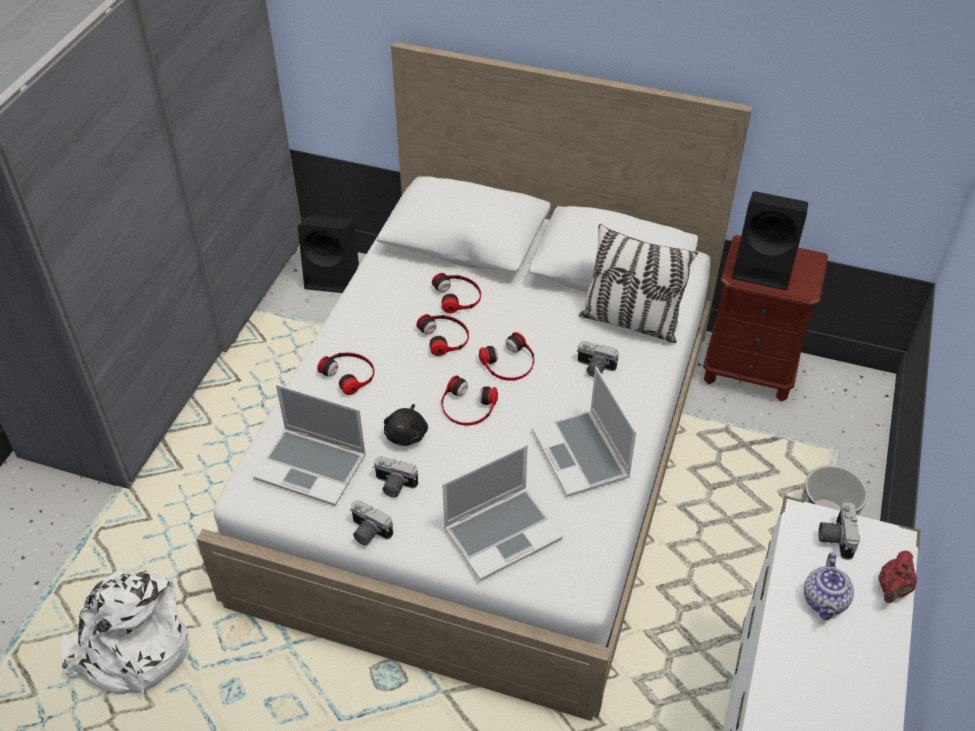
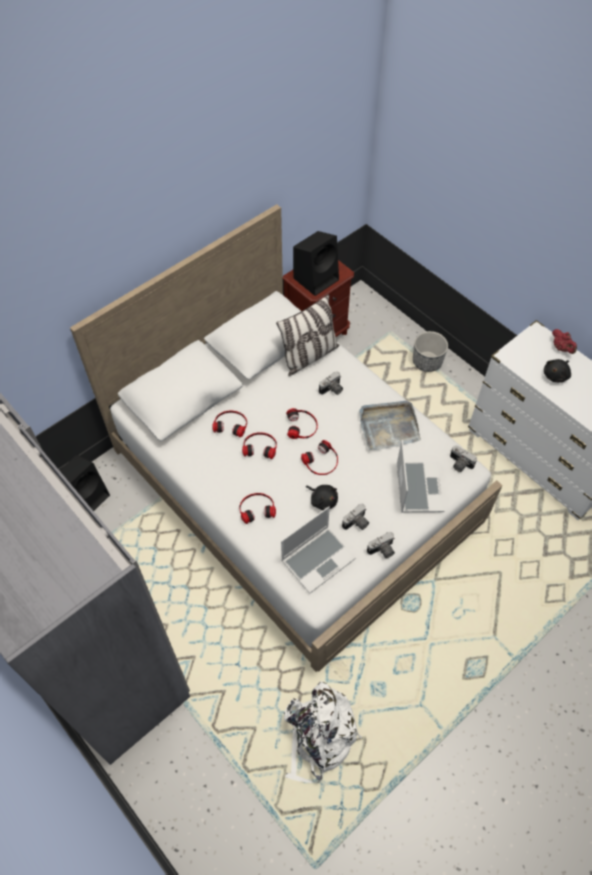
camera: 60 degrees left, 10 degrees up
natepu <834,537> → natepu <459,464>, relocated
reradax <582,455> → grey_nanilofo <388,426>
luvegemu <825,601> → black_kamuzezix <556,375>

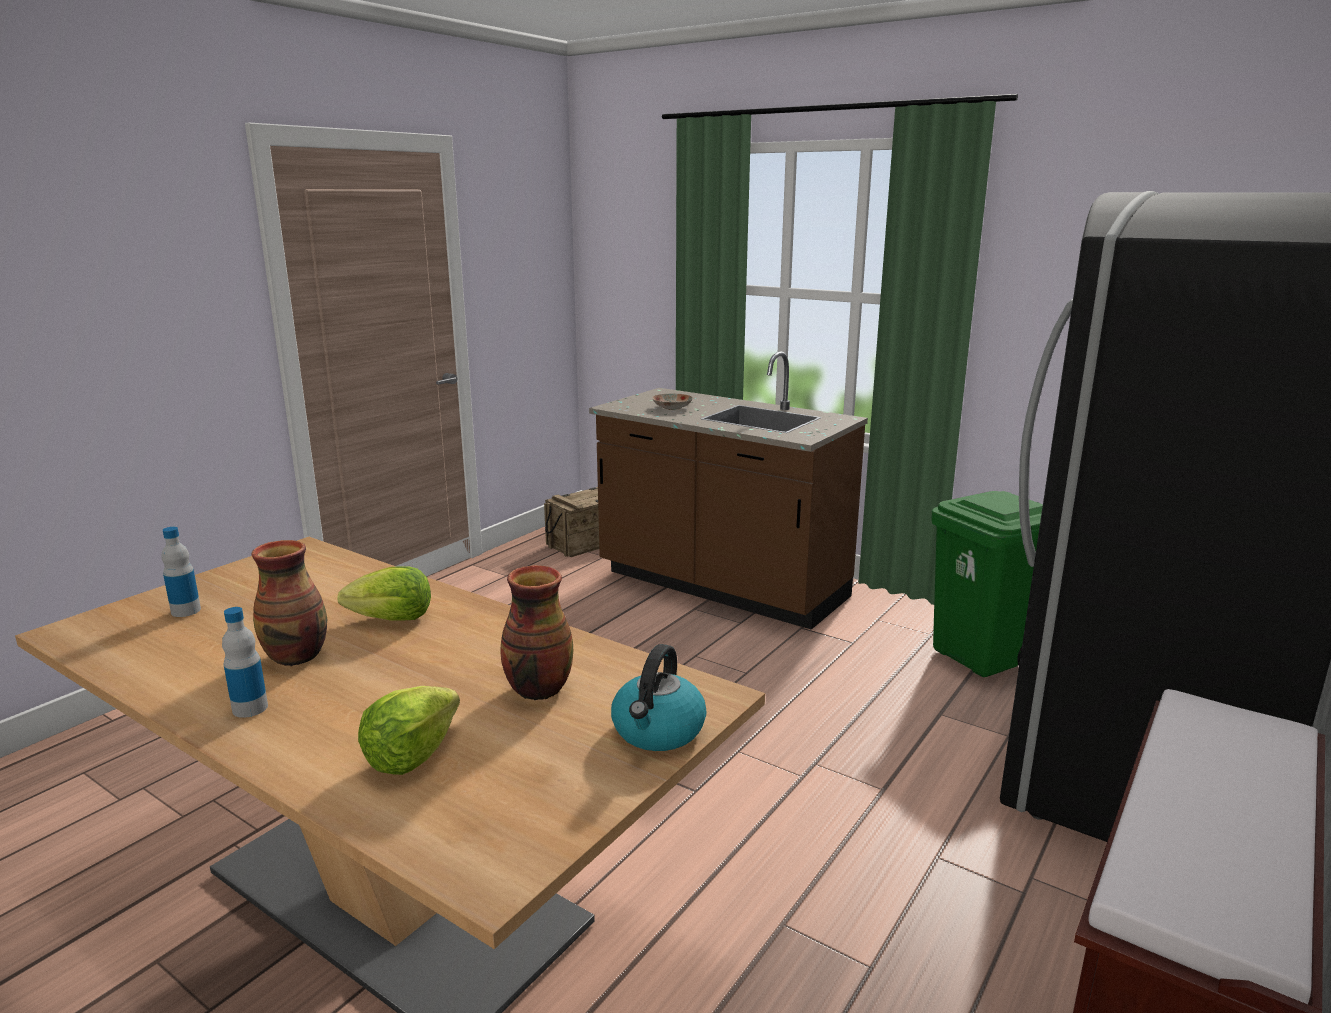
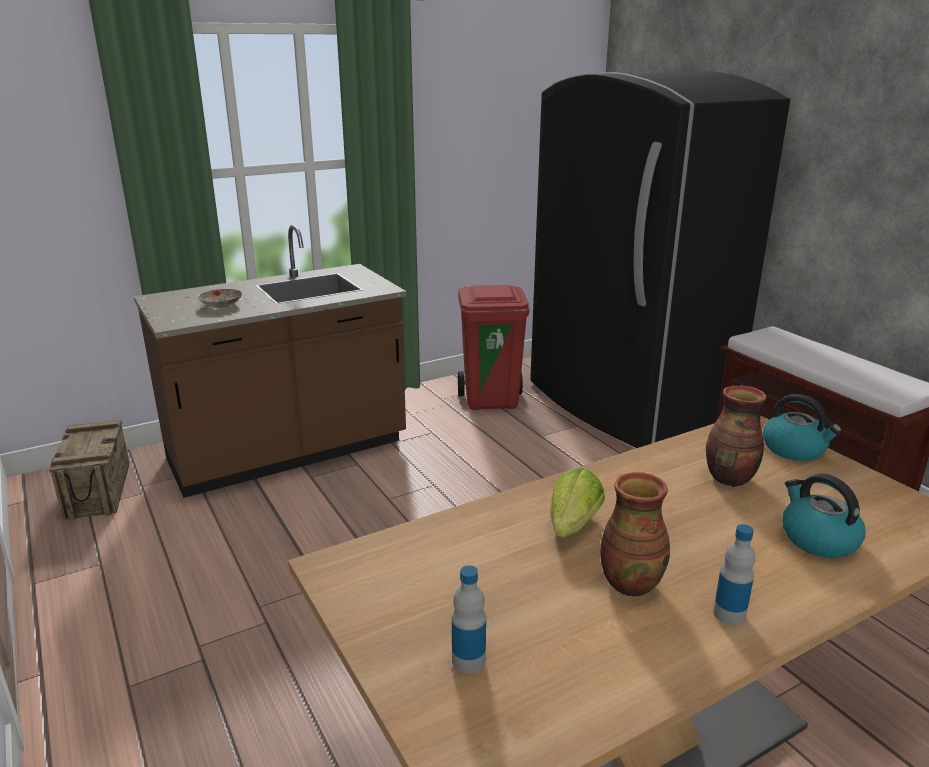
camera: 65 degrees left, 5 degrees up
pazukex <412,755> → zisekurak <817,539>
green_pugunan <982,658> → red_pugunan <491,400>

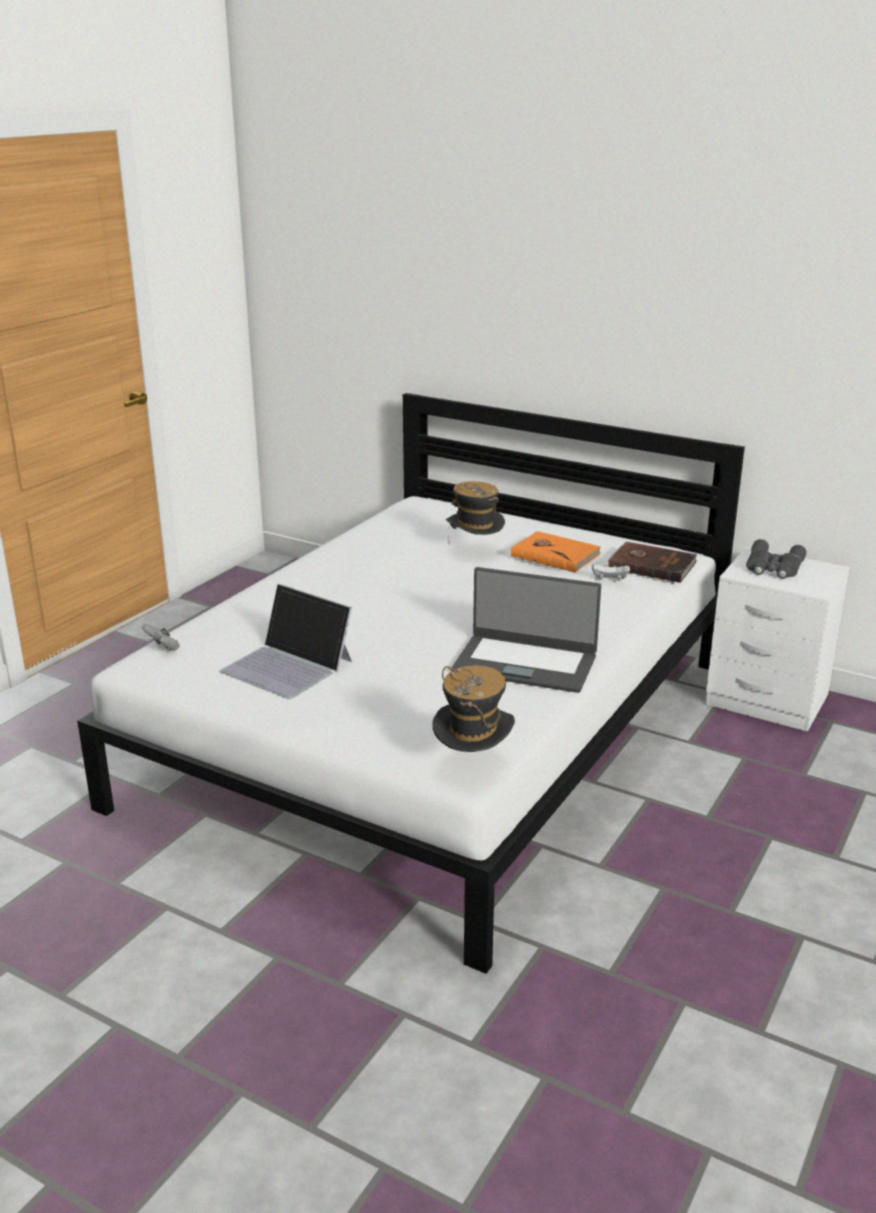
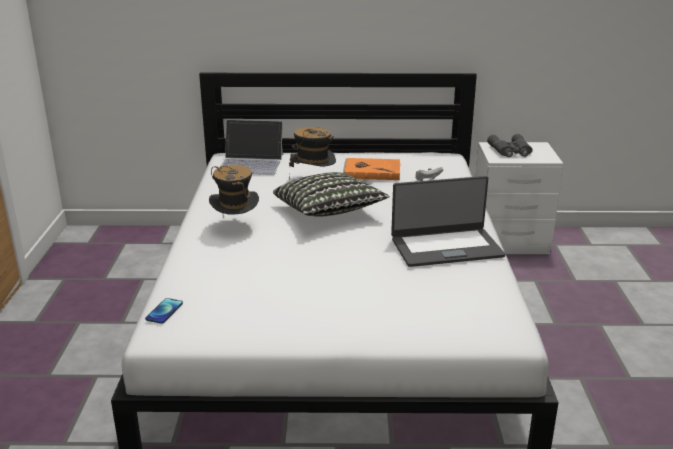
camera: 30 degrees left, 0 degrees up
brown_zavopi <651,565> → -
- → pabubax <328,212>
reradax <288,666> → reradax <251,163>, relocated
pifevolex <473,764> → pifevolex <235,227>, relocated
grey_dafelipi <163,648> → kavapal <164,311>

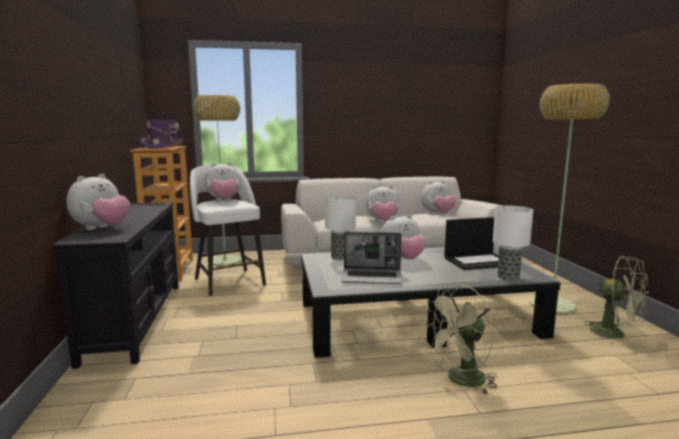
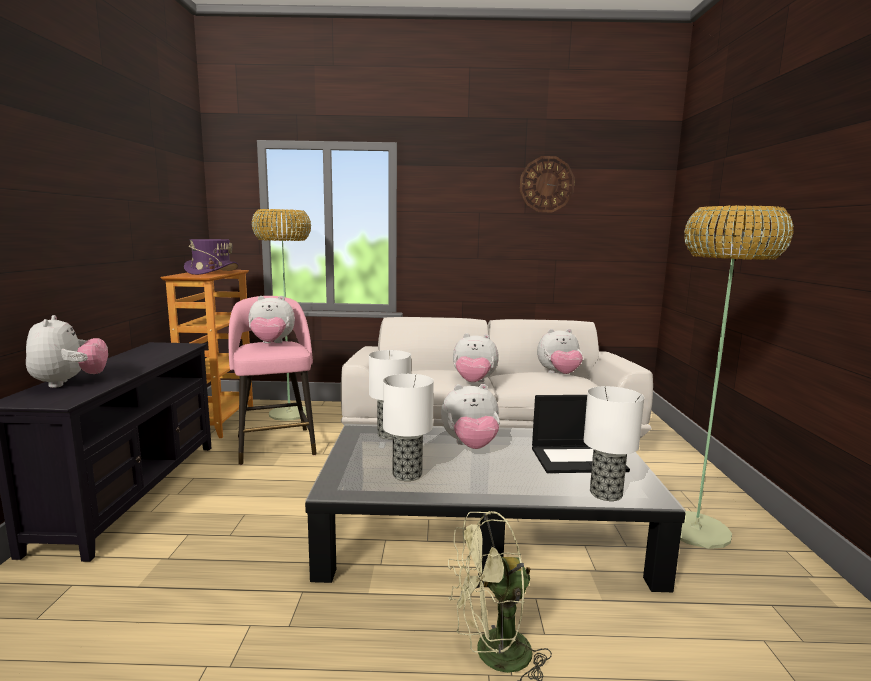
camera: 10 degrees right, 0 degrees up
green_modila <615,334> → -
- → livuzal <546,184>
reradax <372,277> → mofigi <408,474>
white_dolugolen <229,281> → pink_dolugolen <275,444>
kamuzezix <102,228> → kamuzezix <69,383>, 60 degrees counterclockwise

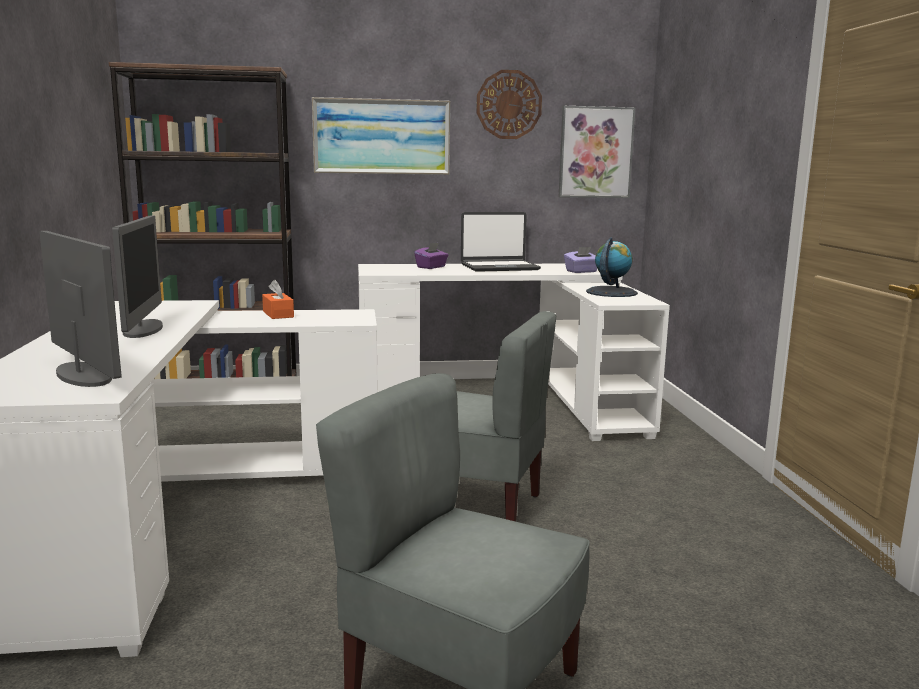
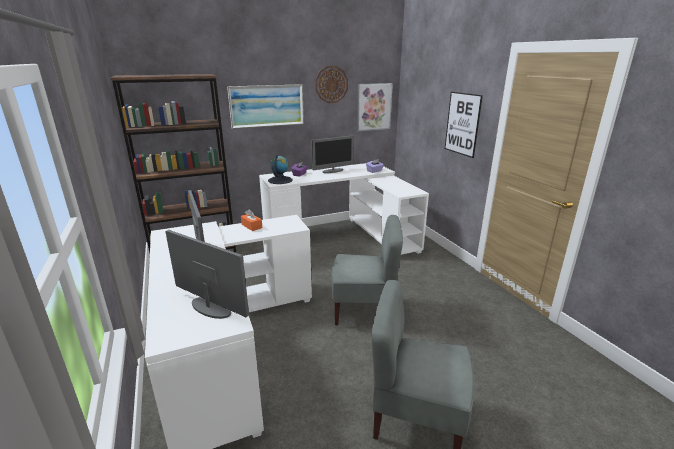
camera: 15 degrees left, 10 degrees up
- → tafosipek <462,124>
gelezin <611,292> → gelezin <280,180>, relocated
reradax <499,267> → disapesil <333,171>

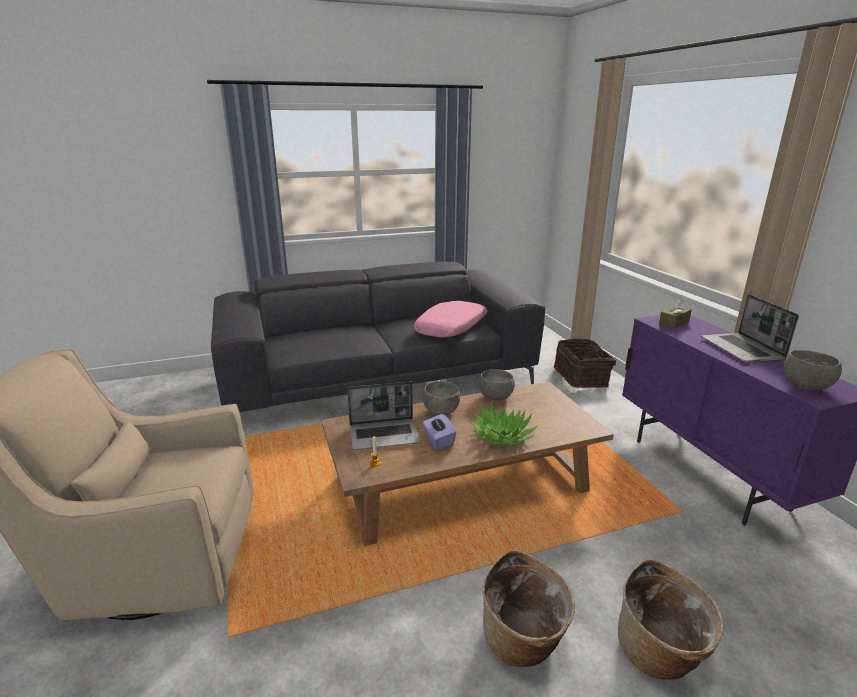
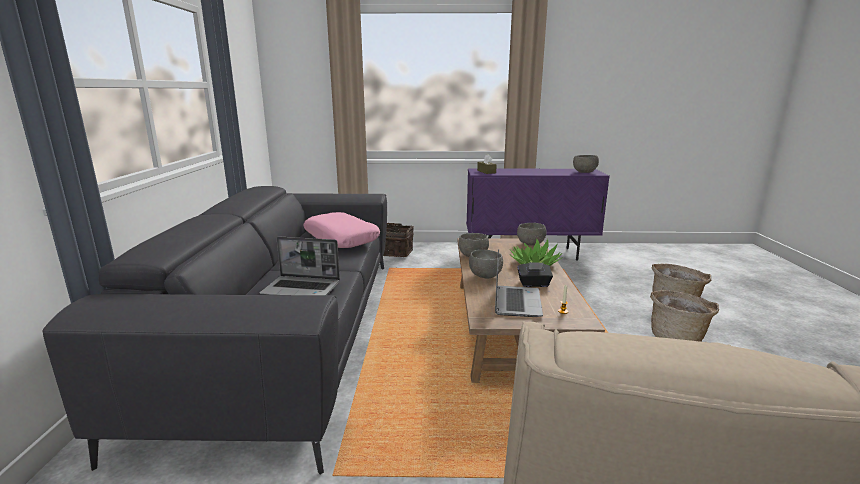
camera: 70 degrees left, 5 degrees down
- → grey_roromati <530,244>
reradax <742,349> → reradax <302,289>, relocated
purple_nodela <438,441> → black_nodela <534,284>

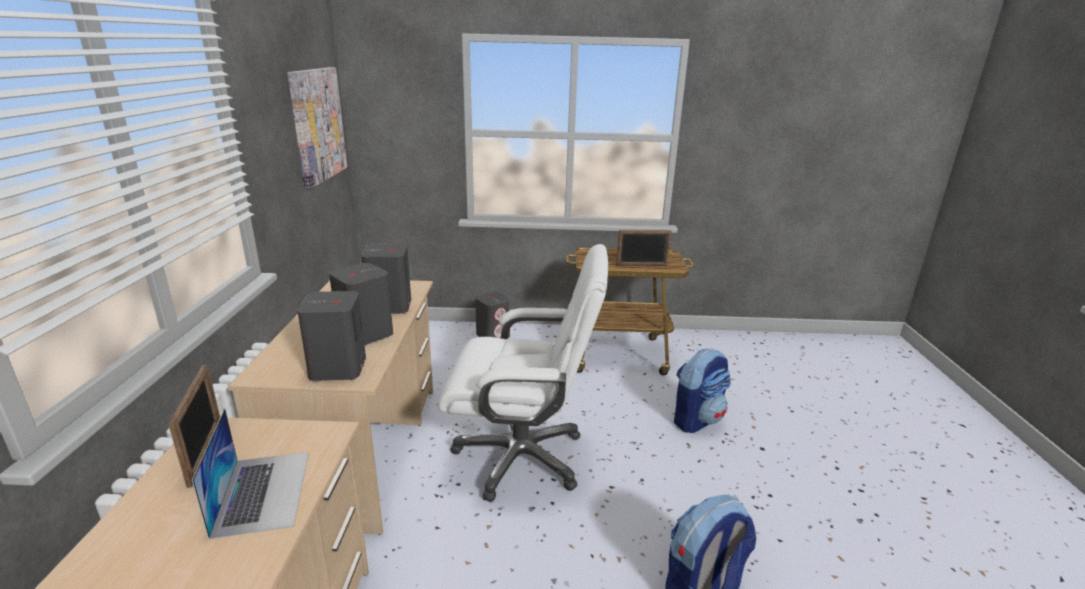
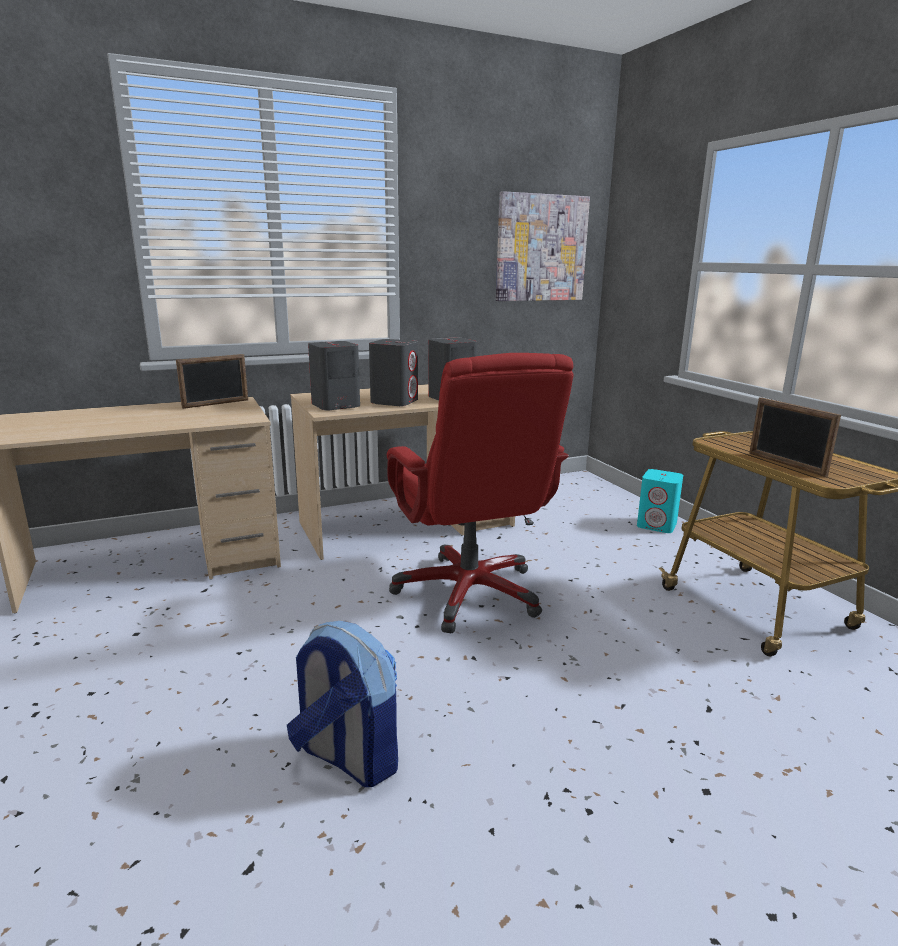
camera: 65 degrees right, 5 degrees down
reradax <262,491> → -
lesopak <696,419> → -
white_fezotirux <522,457> → red_fezotirux <469,593>
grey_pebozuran <493,335> → turquoise_pebozuran <657,525>

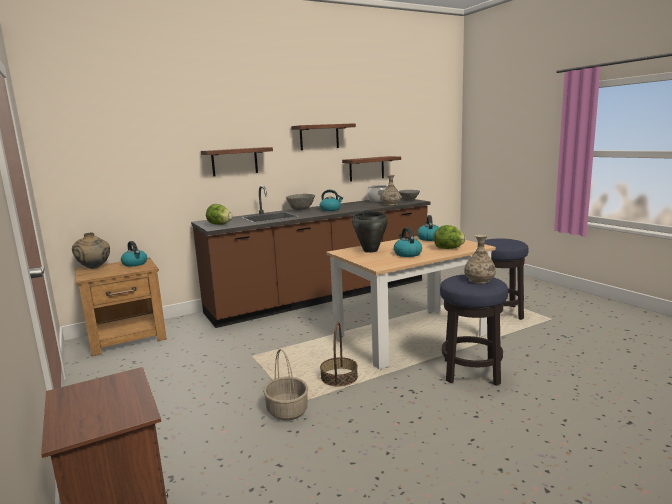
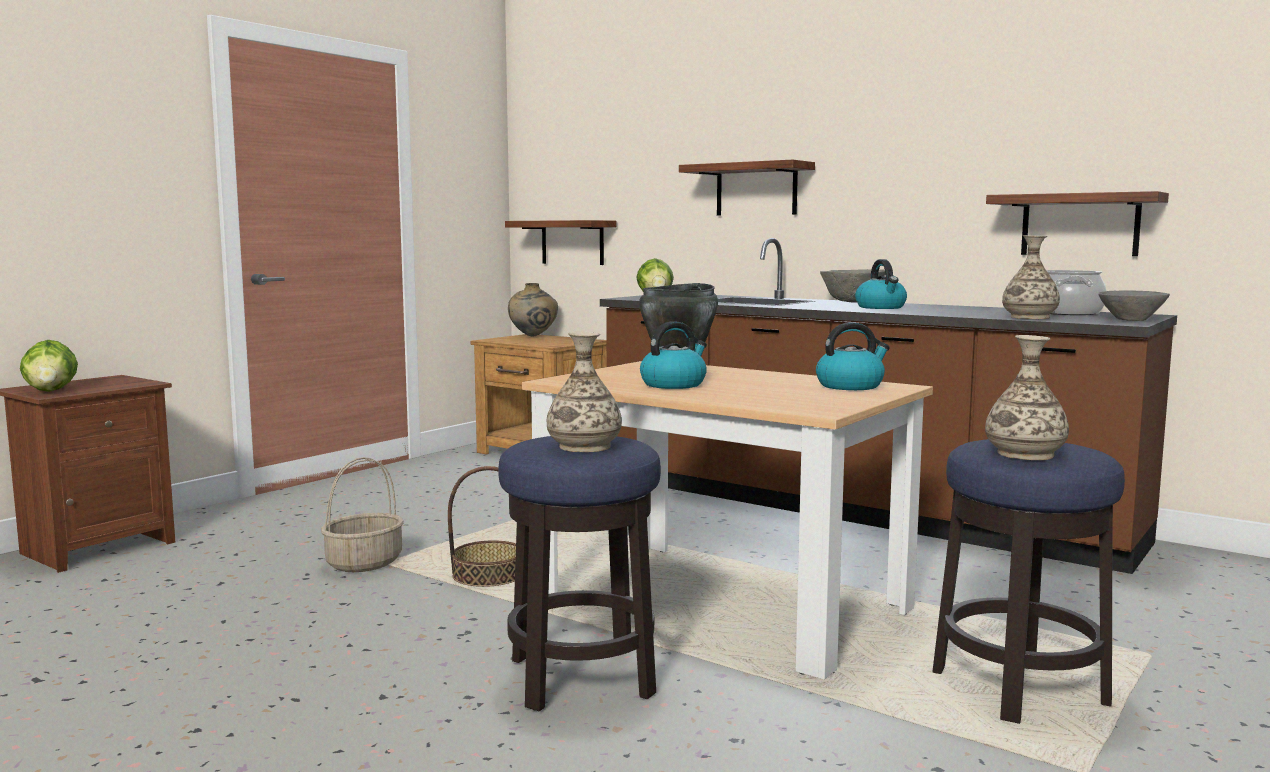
camera: 65 degrees right, 5 degrees down
zisekurak <135,264> → -
- → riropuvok <1025,454>
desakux <319,137> → desakux <572,242>, relocated
pazukex <448,248> → pazukex <51,391>, relocated

